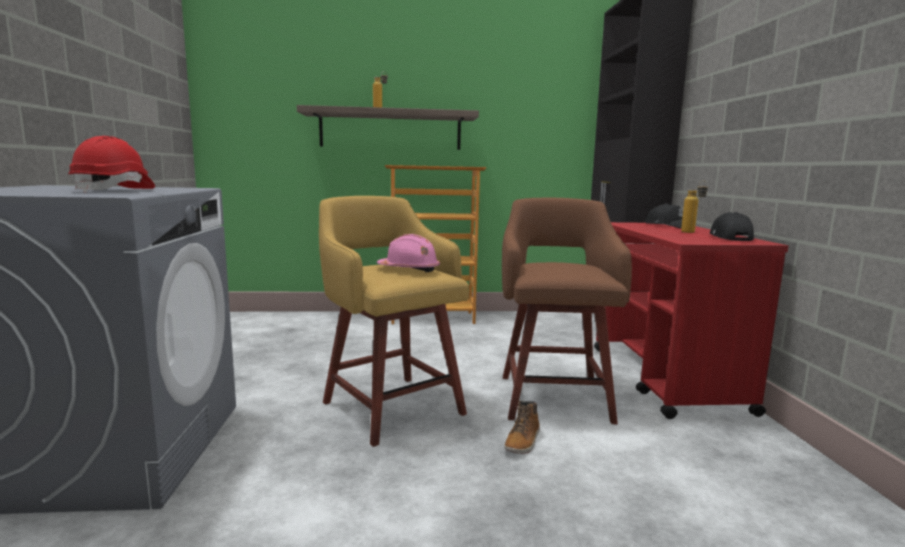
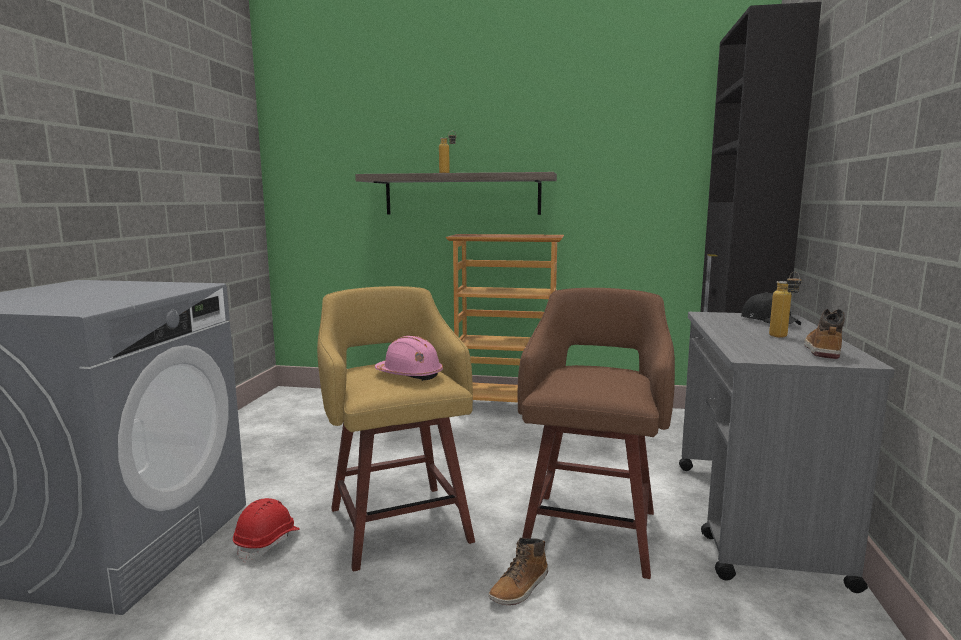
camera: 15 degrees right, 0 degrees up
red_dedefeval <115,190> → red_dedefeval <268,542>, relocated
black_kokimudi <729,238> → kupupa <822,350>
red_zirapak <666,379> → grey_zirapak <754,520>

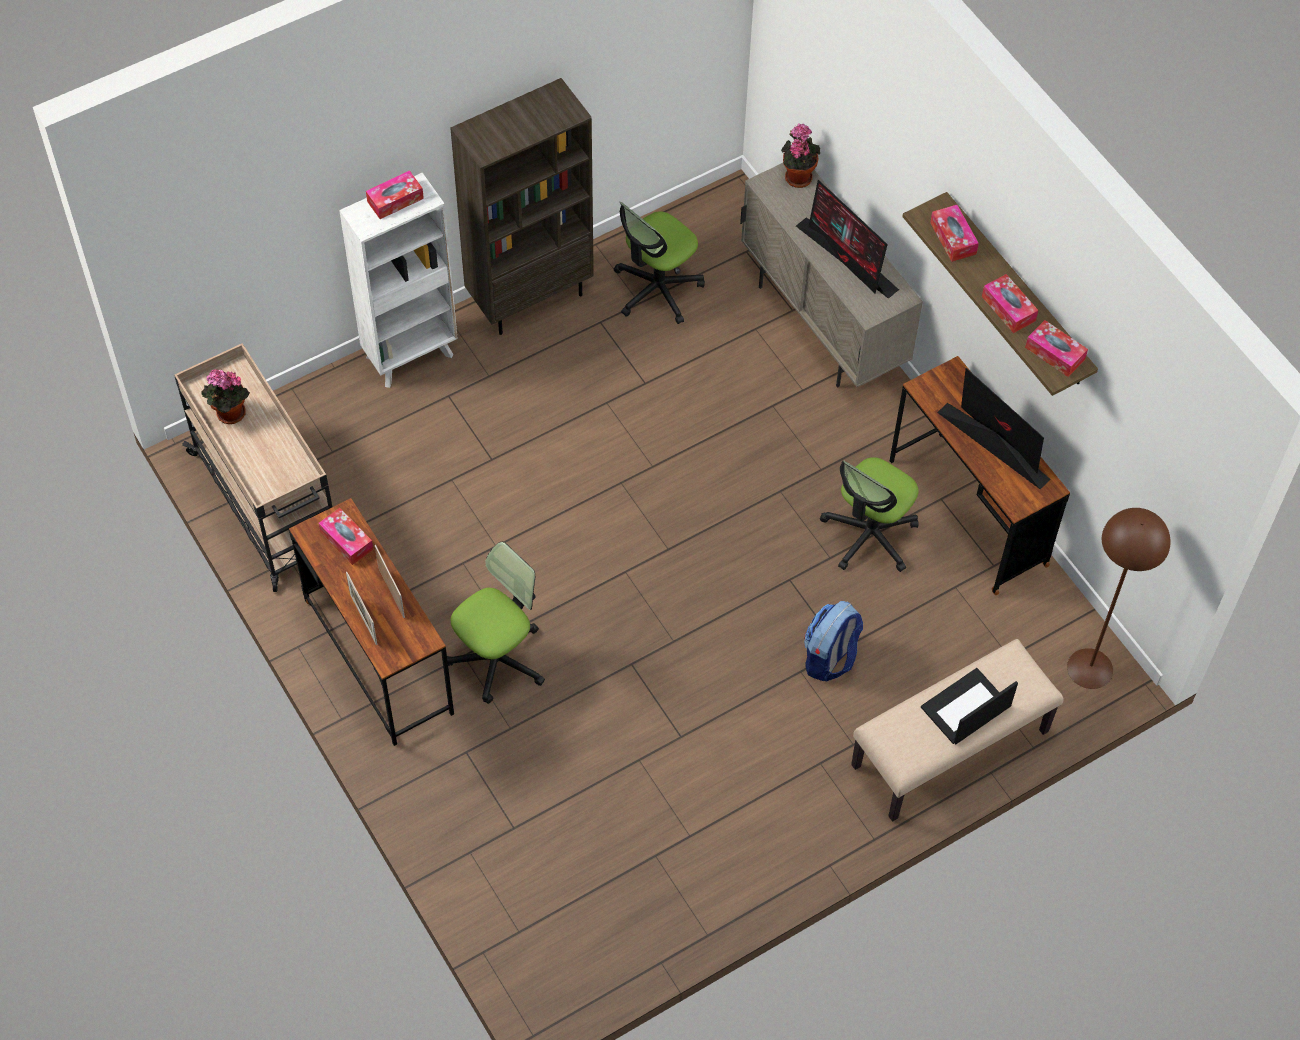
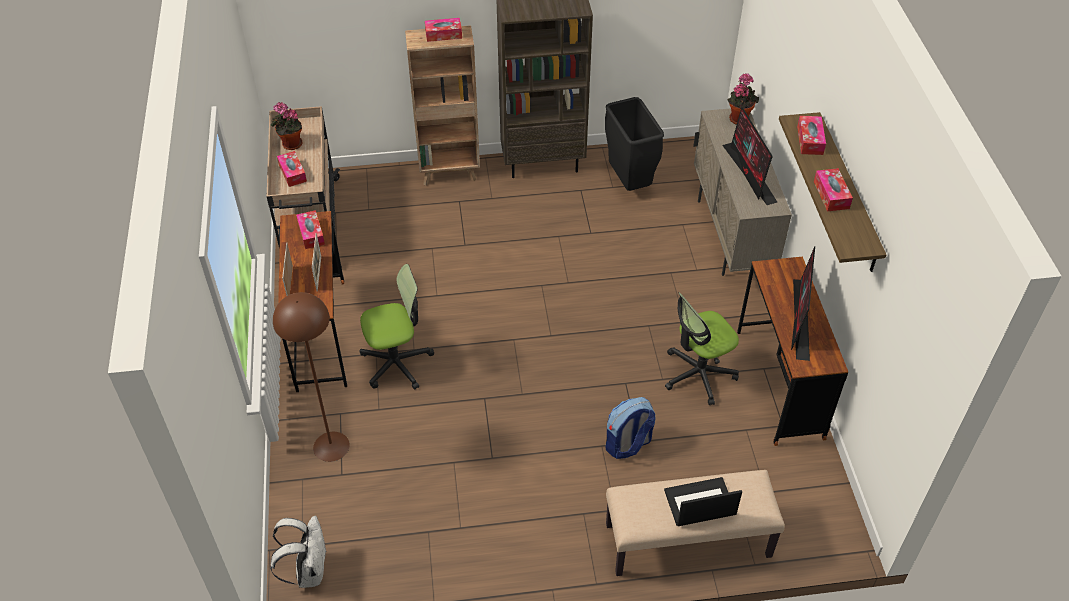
camera: 25 degrees right, 10 degrees down
- → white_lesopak <308,570>
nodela <1055,353> → nodela <292,173>, relocated
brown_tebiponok <1089,668> → brown_tebiponok <331,446>, relocated
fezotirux <657,289> → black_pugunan <628,183>
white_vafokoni <411,355> → brown_vafokoni <450,172>
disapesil <991,444> → disapesil <800,320>, 150 degrees counterclockwise

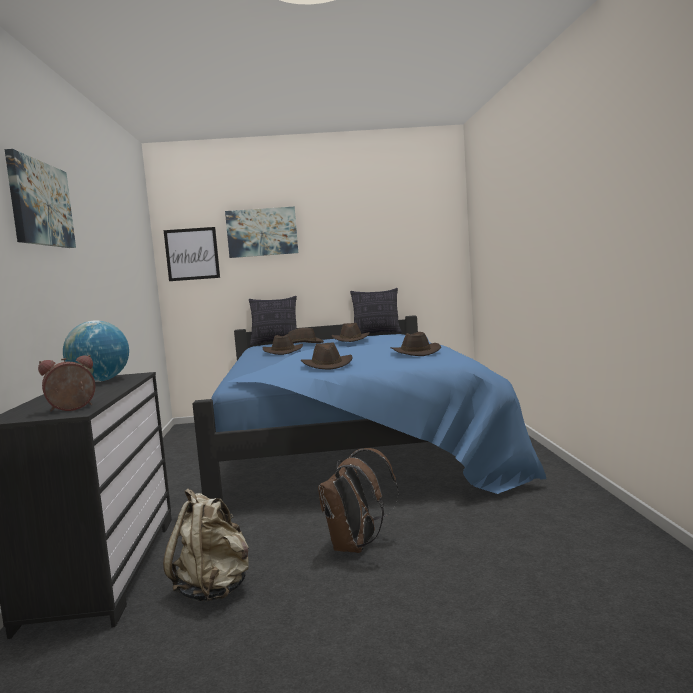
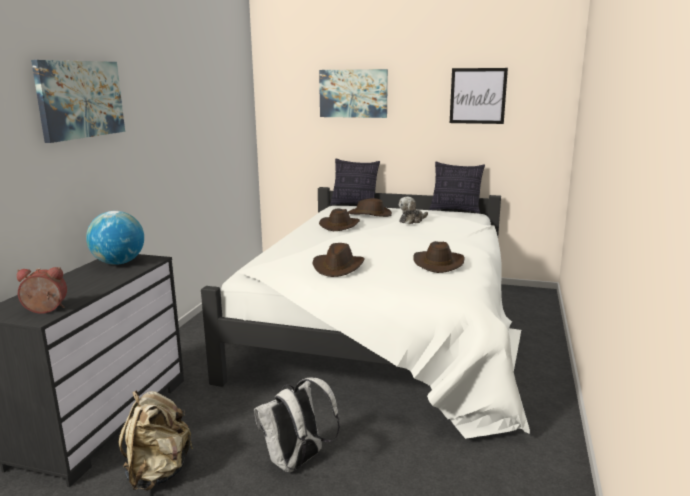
camera: 20 degrees right, 10 degrees up
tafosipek <192,254> → tafosipek <478,96>, relocated
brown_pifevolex <351,340> → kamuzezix <412,220>
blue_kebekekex <352,447> → white_kebekekex <386,330>
brown_lesopak <357,547> → white_lesopak <297,462>

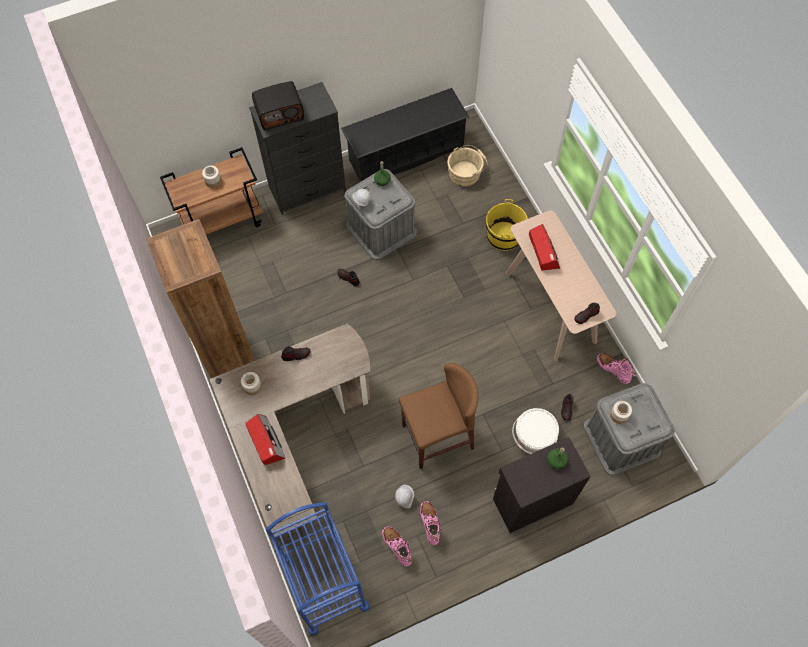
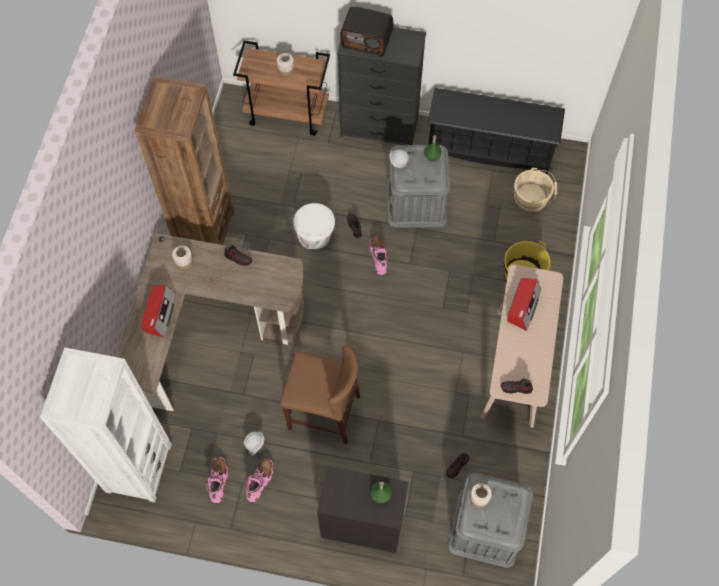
camera: 35 degrees right, 0 degrees up
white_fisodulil <533,438> → white_fisodulil <315,235>, relocated
pink_kupupa <613,369> → pink_kupupa <378,257>, relocated
blue_zirapak <324,583> → white_vafokoni <138,468>

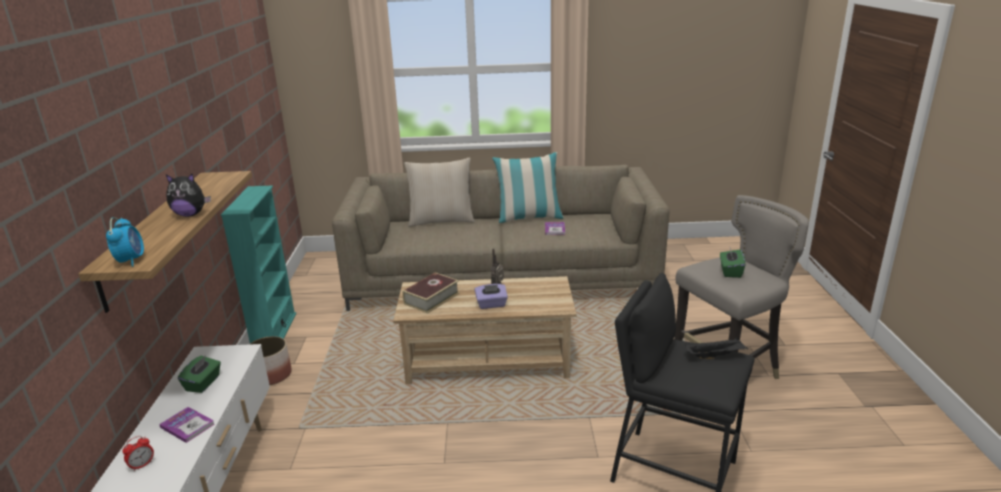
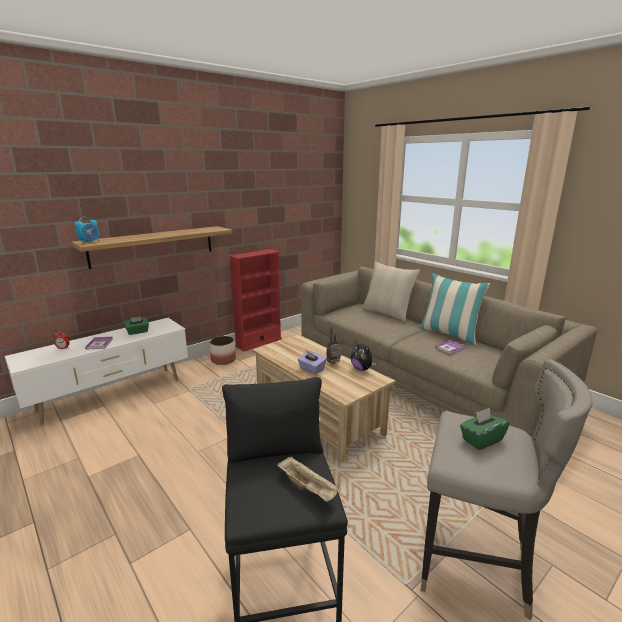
camera: 50 degrees right, 5 degrees down
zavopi <431,298> → -
kamuzezix <190,214> → kamuzezix <362,369>, relocated
turquoise_vafokoni <274,332> → red_vafokoni <258,342>
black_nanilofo <715,355> → beige_nanilofo <308,488>

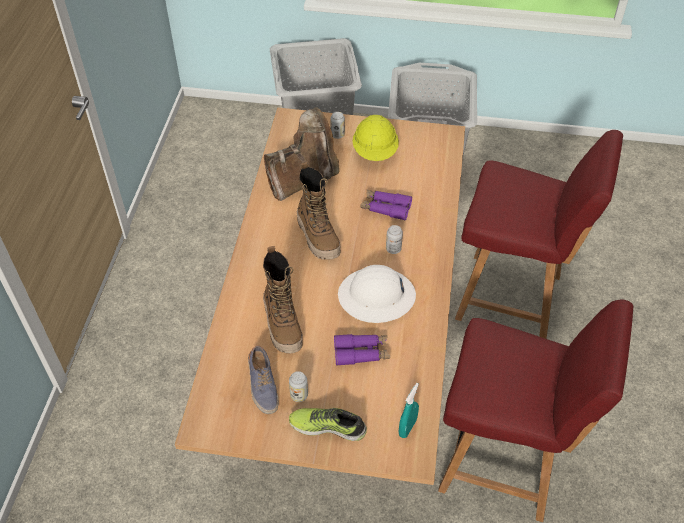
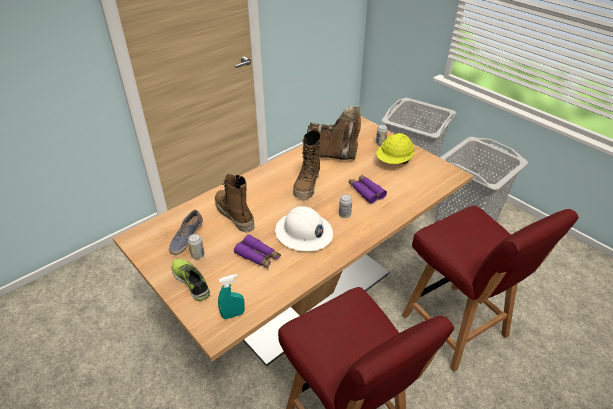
camera: 40 degrees right, 10 degrees down
kupupa <283,324> → kupupa <234,216>, 120 degrees clockwise

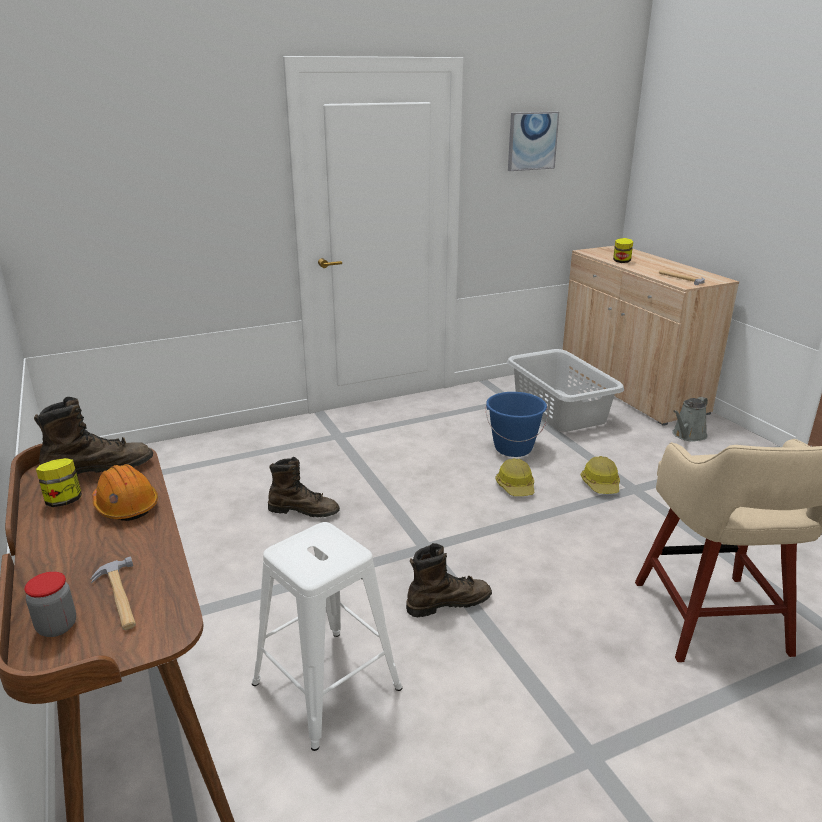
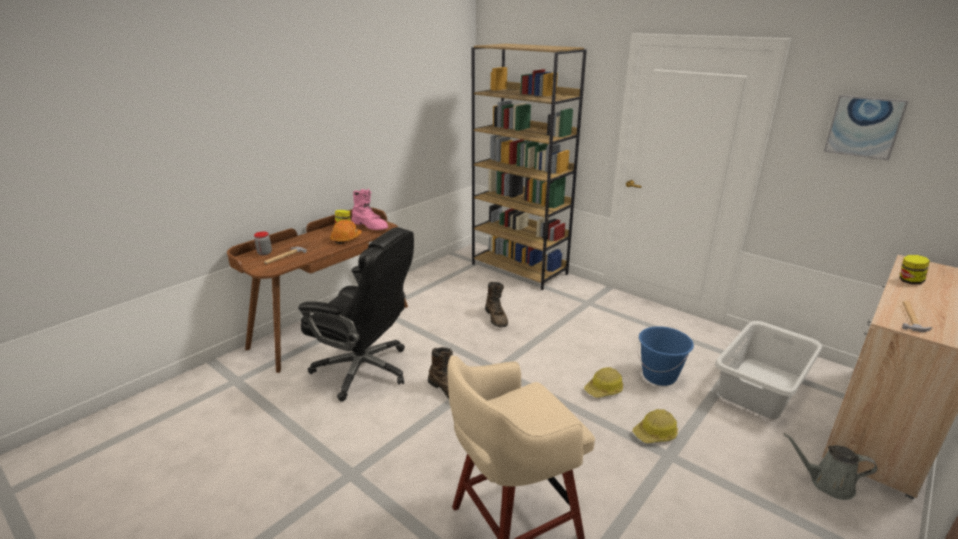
camera: 65 degrees right, 0 degrees up
- → brown_vafokoni <520,269>
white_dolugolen <328,685> → black_fezotirux <364,370>
brown_kupupa <99,470> → pink_kupupa <370,226>

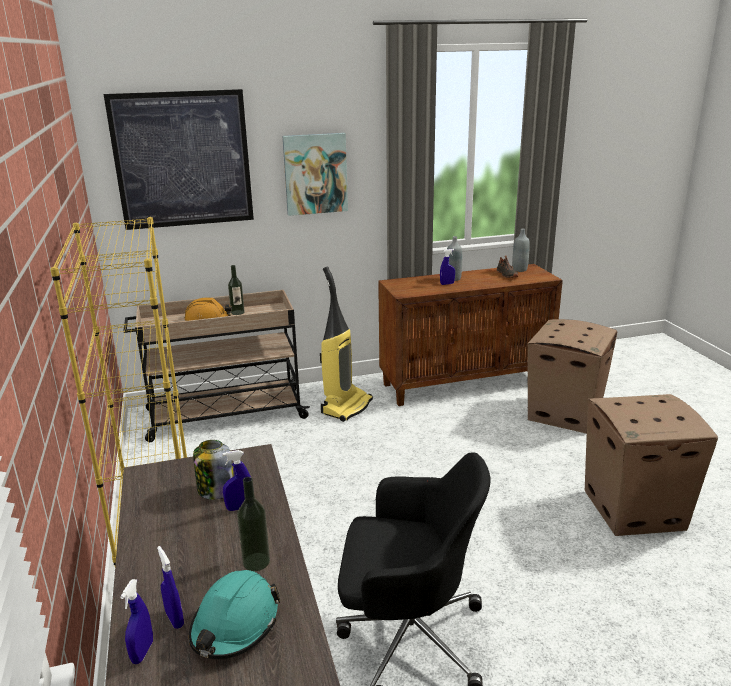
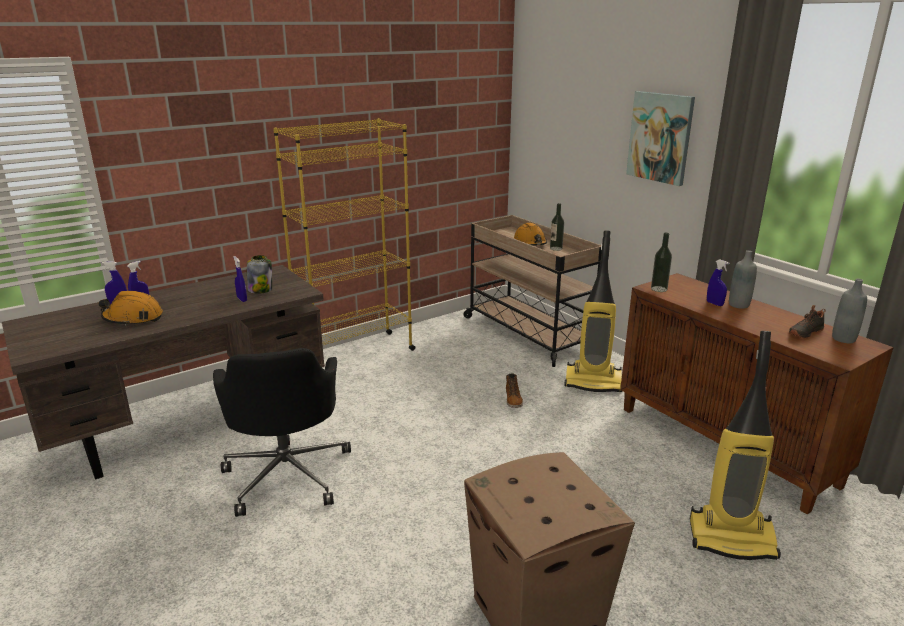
camera: 70 degrees right, 0 degrees up
tafosipek <183,160> → -
- → kupupa <513,399>
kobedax <256,562> → kobedax <659,289>, relocated
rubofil <565,413> → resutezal <732,538>
turquoise_dedefeval <235,625> → orange_dedefeval <133,318>

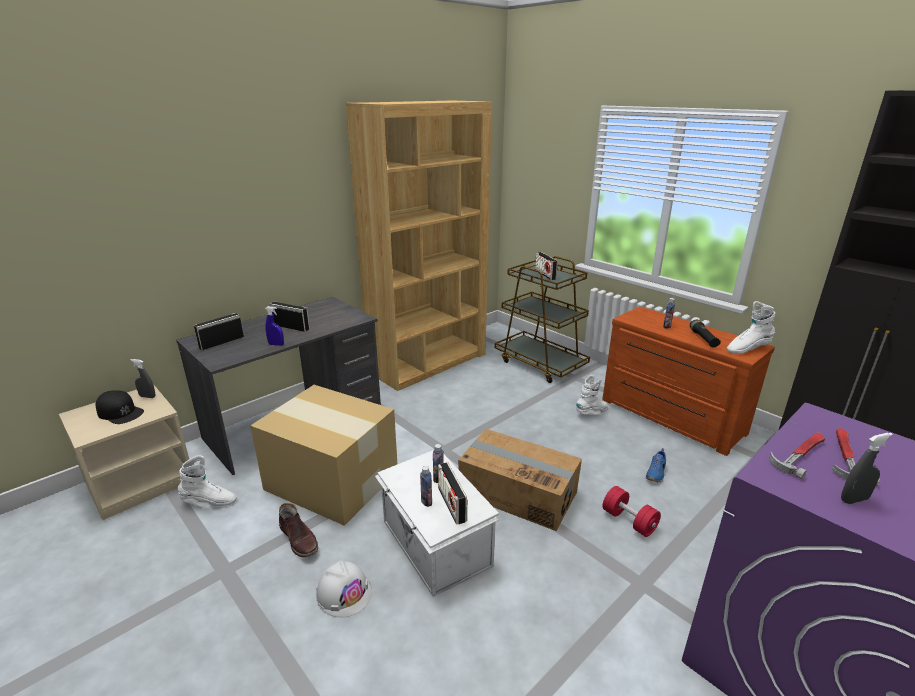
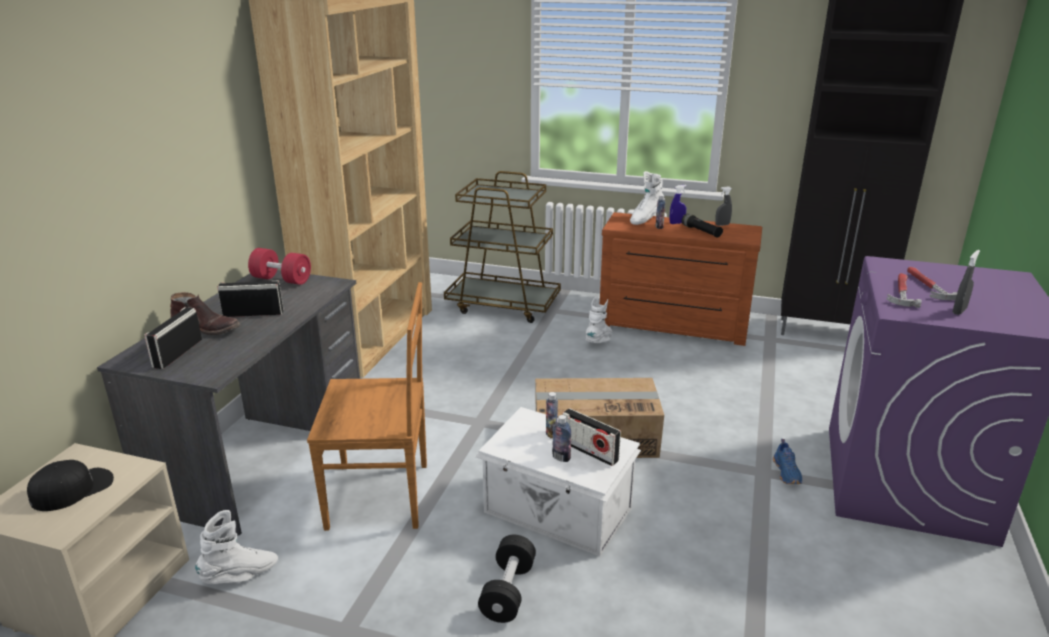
camera: 30 degrees left, 0 degrees up
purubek <545,274> → -
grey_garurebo <147,397> → grey_garurebo <722,225>, relocated
blue_garurebo <276,344> → blue_garurebo <676,223>, relocated
brown_kupupa <299,539> → brown_kupupa <207,327>, relocated
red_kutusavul <629,521> → red_kutusavul <281,280>, relocated
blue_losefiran <656,473> → blue_losefiran <787,473>, relocated
white_kupupa <747,349> → white_kupupa <645,219>, relocated
rubofil <332,481> → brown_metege <382,496>
white_dedefeval <344,593> → black_kutusavul <508,591>
black_kokimudi <120,412> → black_kokimudi <72,489>, 45 degrees counterclockwise

